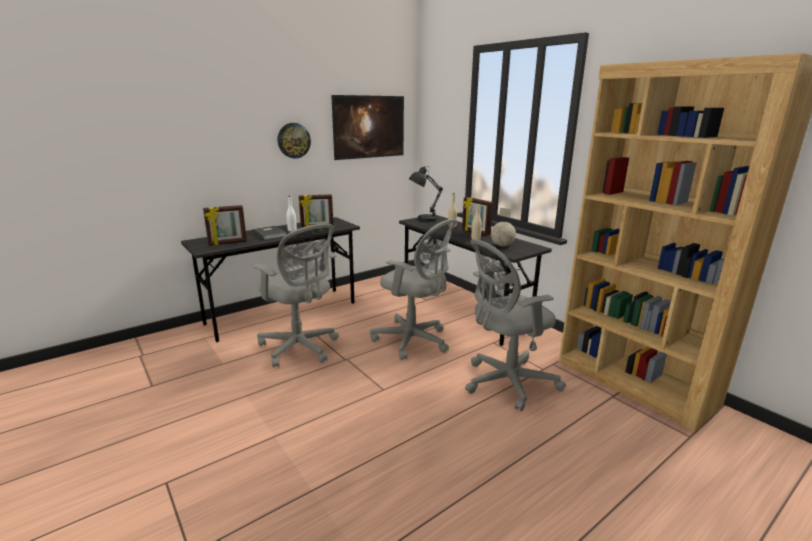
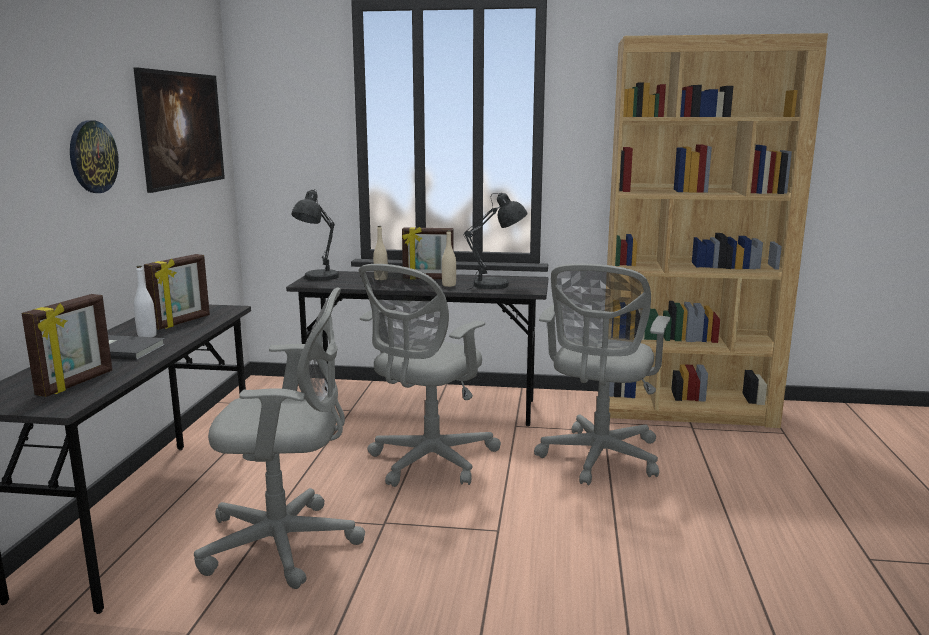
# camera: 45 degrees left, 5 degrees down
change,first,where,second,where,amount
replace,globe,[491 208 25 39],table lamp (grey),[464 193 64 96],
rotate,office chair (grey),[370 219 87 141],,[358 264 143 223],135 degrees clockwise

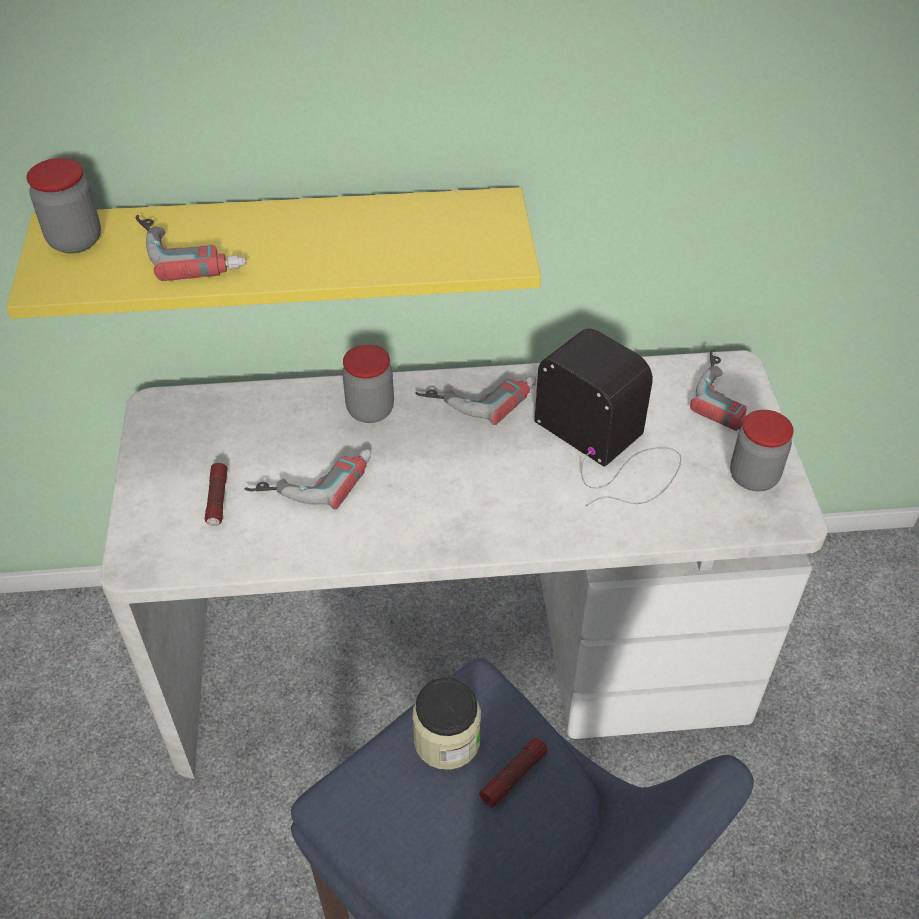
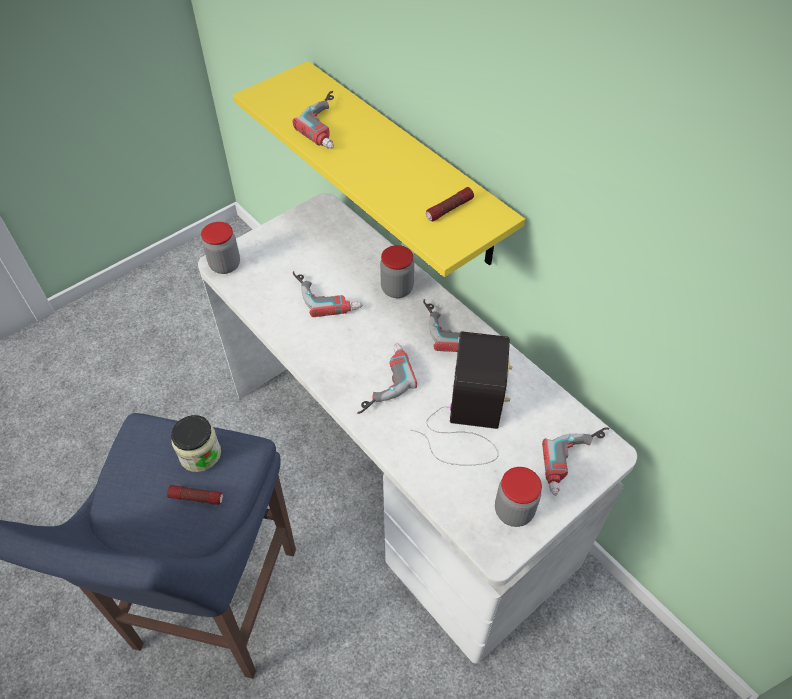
# camera: 55 degrees right, 5 degrees up
change,first,where,second,where,amount
move,jar,[26 158 75 95],,[201 222 39 52],
move,flashlight,[205 463 22 63],,[426 187 48 34],
insert,,,power drill,[357 343 60 71],

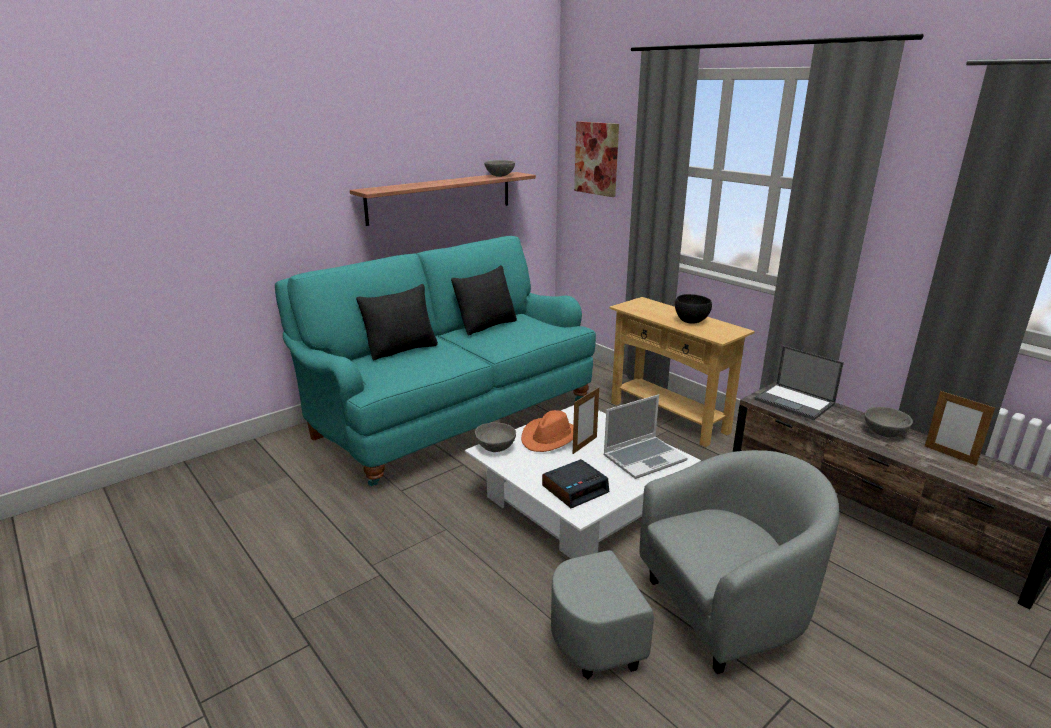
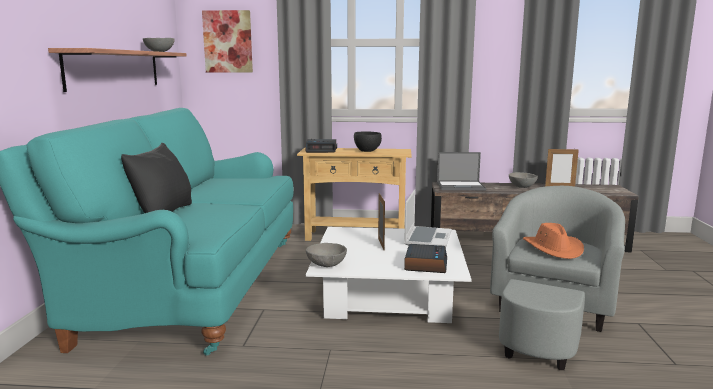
# camera: 45 degrees left, 10 degrees down
change,first,where,second,where,amount
delete,pillow (black),[451 265 66 70],,,
move,hat (orange),[521 410 52 42],,[523 223 61 36],
insert,,,alarm clock,[306 139 31 14],

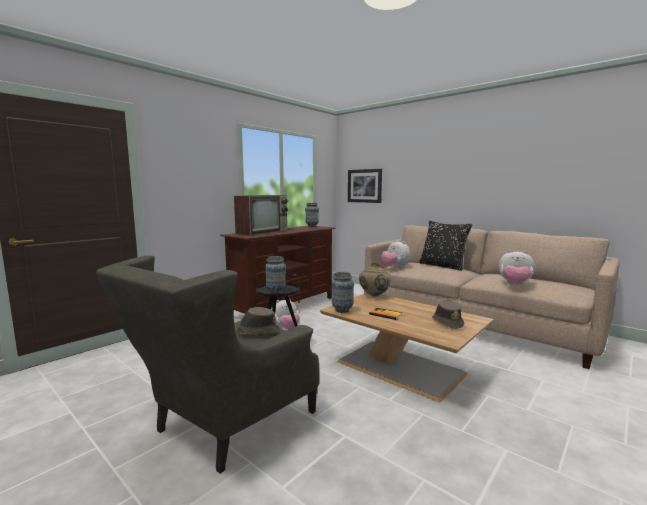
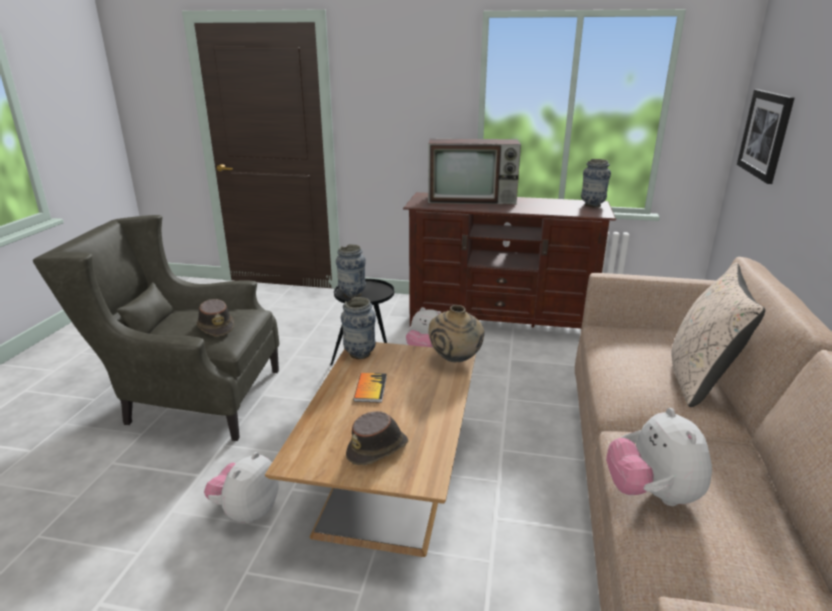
# camera: 60 degrees right, 15 degrees up
change,first,where,second,where,amount
recolor,pillow (black),[419 221 53 50],pillow (beige),[671 262 94 145],
move,plush toy,[381 240 29 29],,[204 452 75 71],

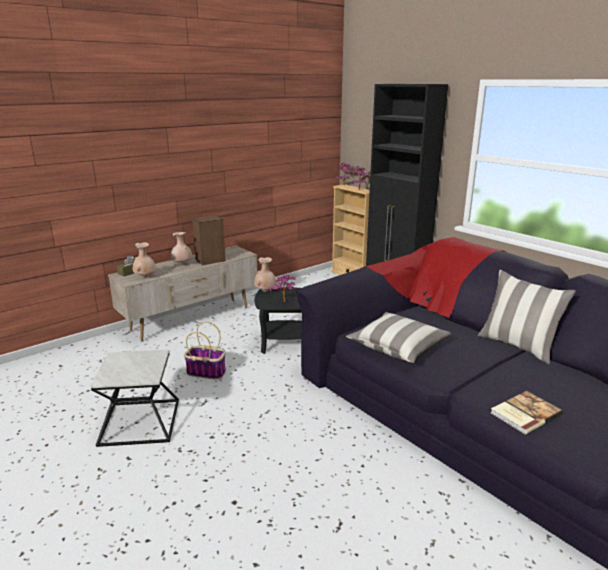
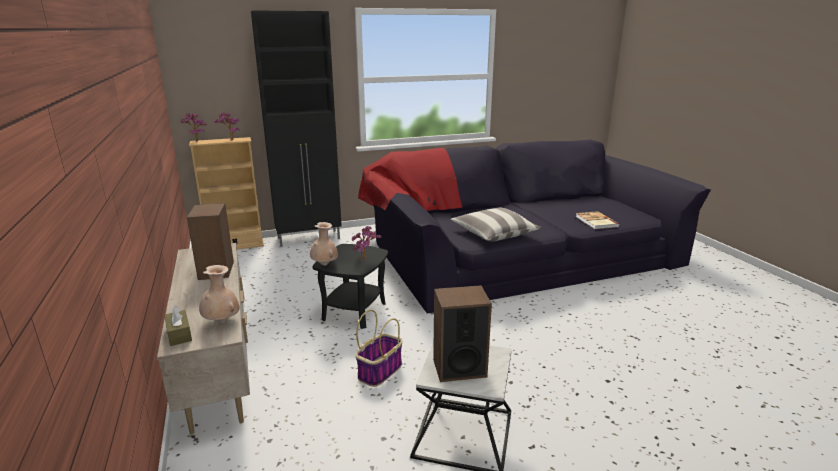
# camera: 70 degrees left, 0 degrees up
change,first,where,second,where,amount
delete,vase (beige),[171 232 21 33],,,
delete,pillow,[478 270 98 95],,,
insert,,,speaker,[433 285 59 97],

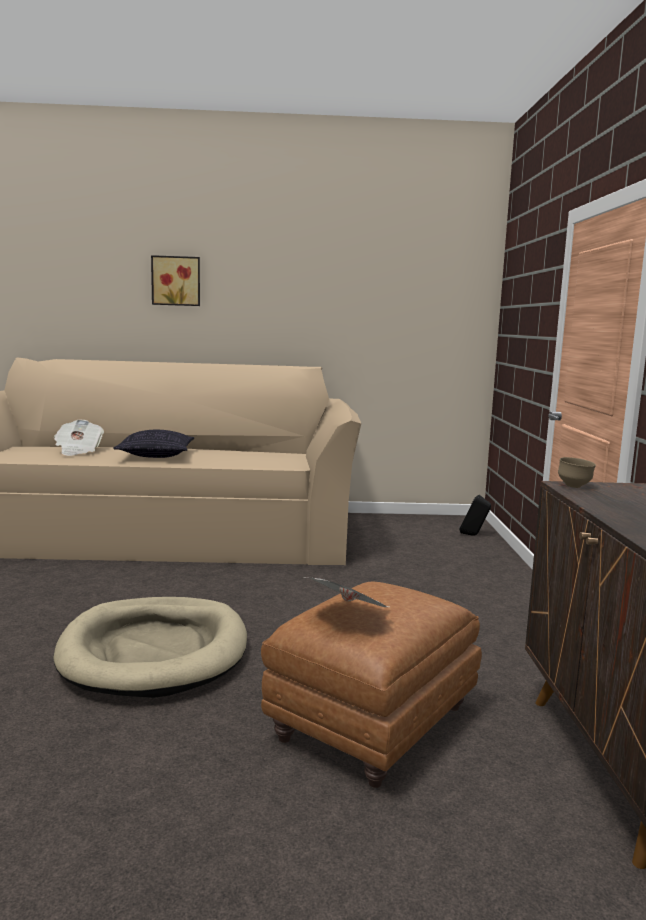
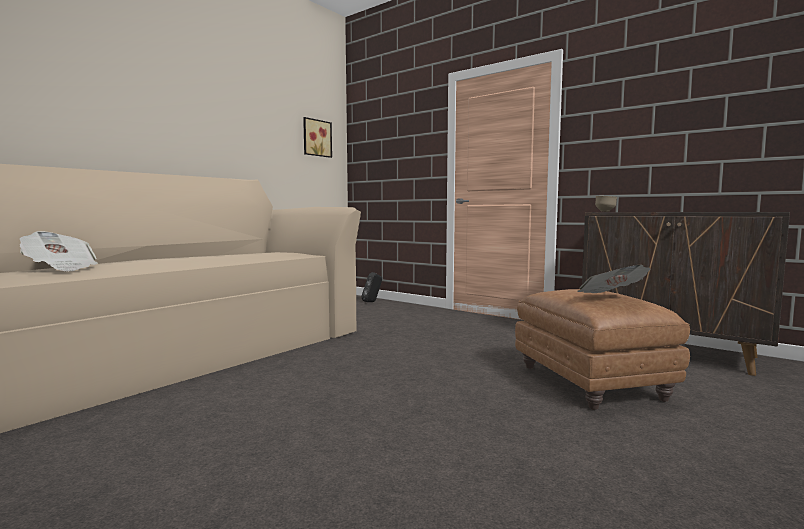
# camera: 50 degrees left, 5 degrees down
change,first,where,second,where,amount
move,picture,[151 255 49 51],,[303 117 29 41],
delete,pillow,[113 430 81 28],,,
delete,dog bed (beige),[53 597 194 101],,,

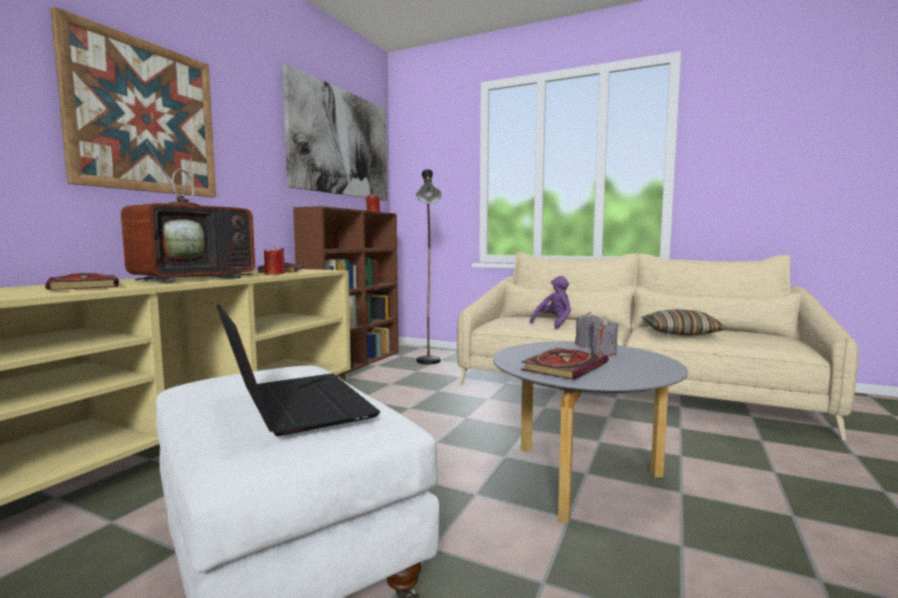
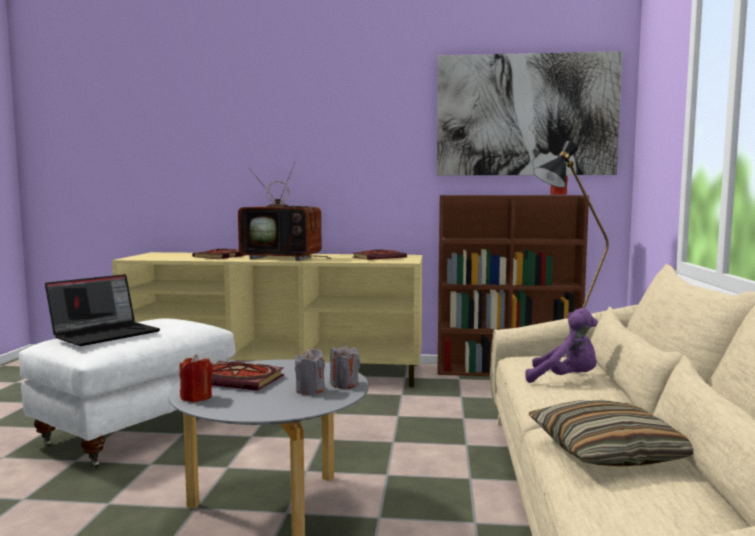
# camera: 70 degrees right, 0 degrees up
change,first,where,second,where,amount
delete,picture,[51 6 165 191],,,
move,candle (red),[264 245 21 29],,[180 354 33 48],

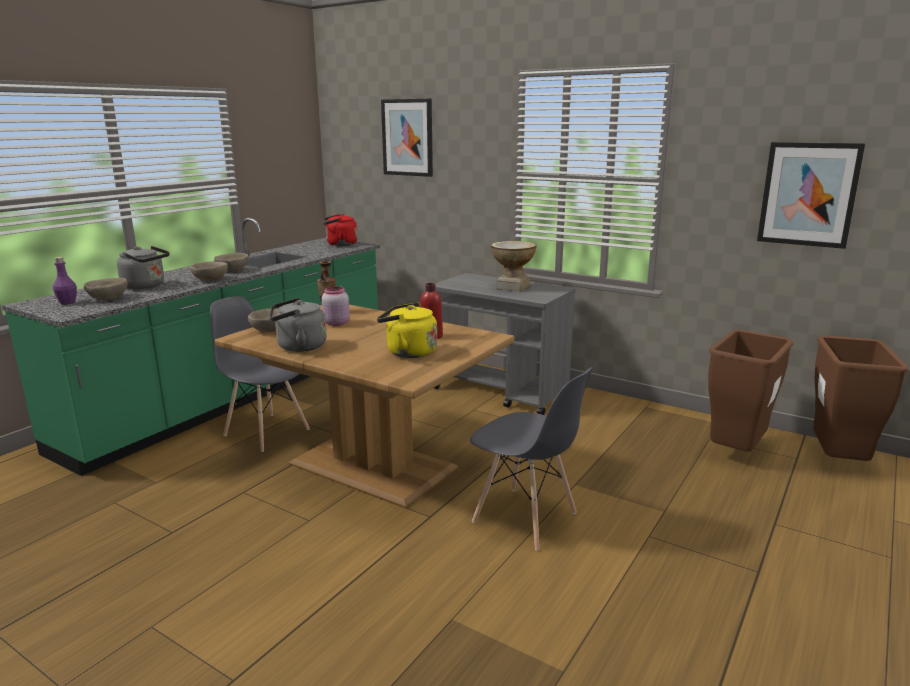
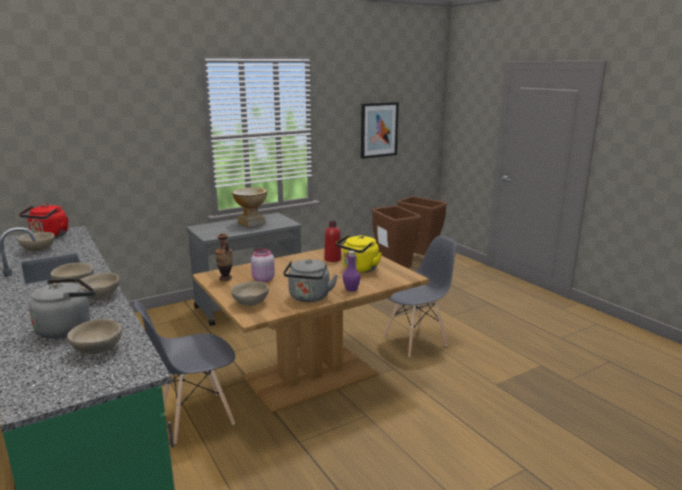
# camera: 65 degrees left, 0 degrees up
change,first,where,second,where,amount
delete,picture,[381 98 52 79],,,
move,bottle (purple),[53 257 24 48],,[343 251 17 41],
insert,,,bowl (beige),[18 232 37 19],

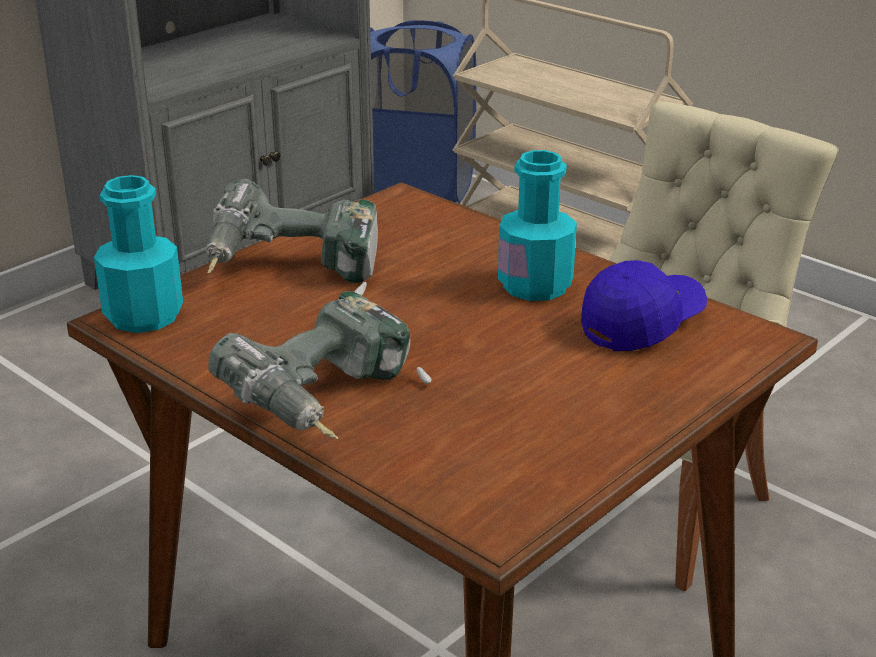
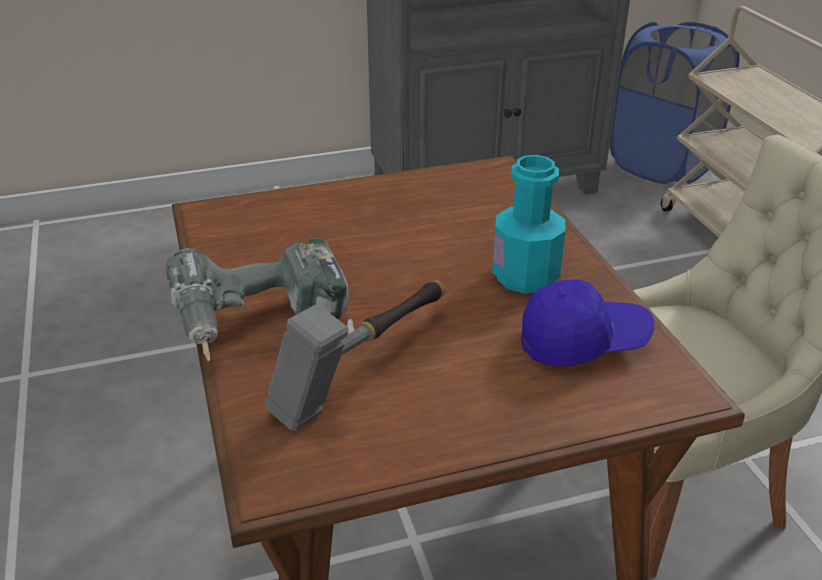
# camera: 30 degrees right, 5 degrees up
change,first,where,second,where,amount
delete,bottle (turquoise),[94 175 89 158],,,
delete,power drill,[206 179 172 117],,,
insert,,,hammer,[264 280 182 151],

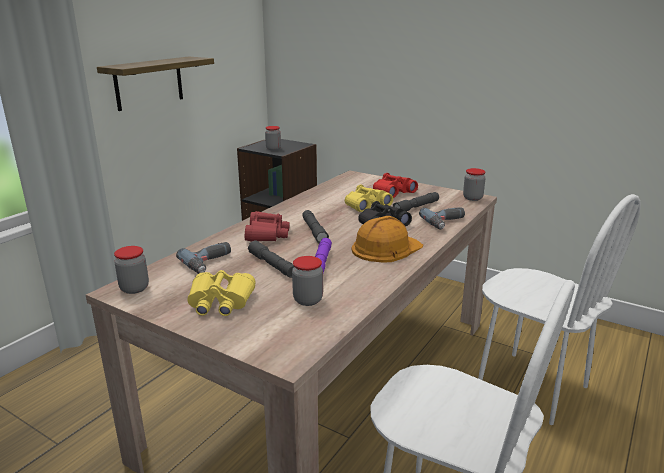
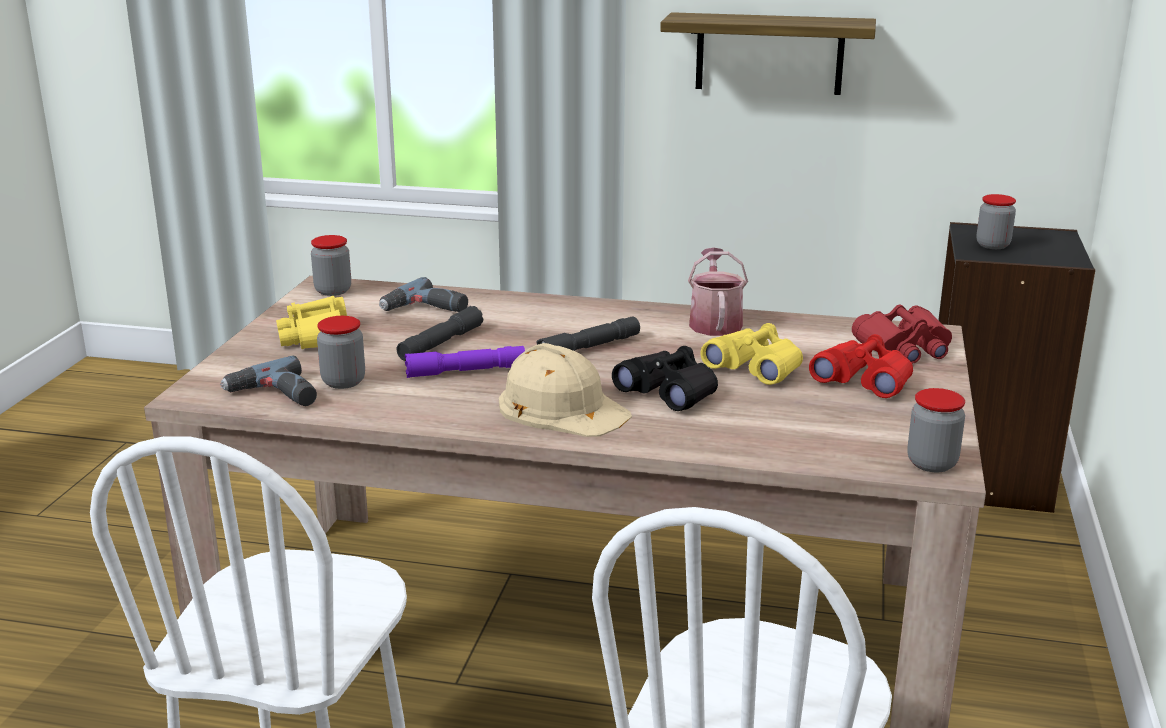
# camera: 70 degrees right, 0 degrees up
change,first,where,second,where,amount
delete,flashlight (grey),[393 192 46 19],,,
move,power drill,[419 207 46 22],,[220 356 97 50],
move,binoculars (red),[245 211 45 31],,[852 304 100 60],
recolor,hard hat (orange),[352 216 71 47],hard hat (beige),[499 343 133 94],
insert,,,watering can,[688 247 60 89],

